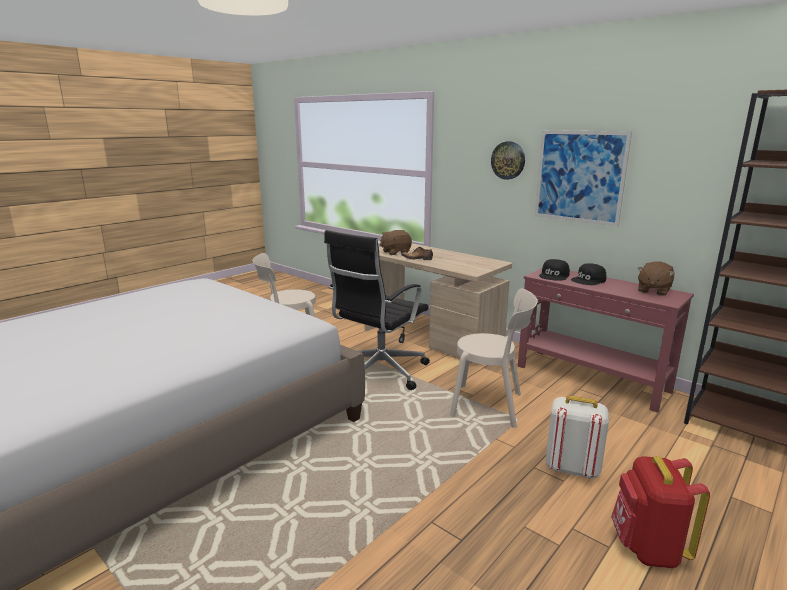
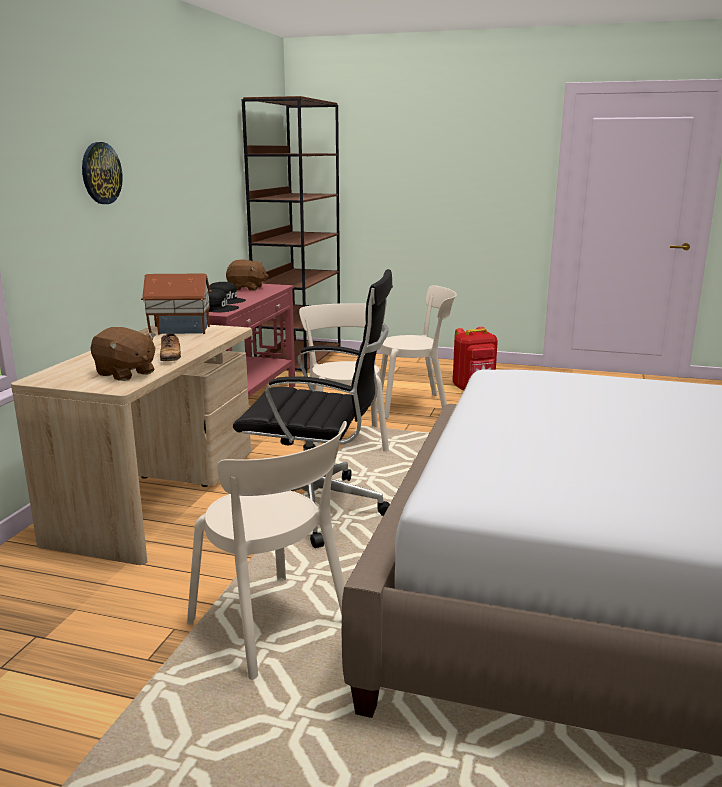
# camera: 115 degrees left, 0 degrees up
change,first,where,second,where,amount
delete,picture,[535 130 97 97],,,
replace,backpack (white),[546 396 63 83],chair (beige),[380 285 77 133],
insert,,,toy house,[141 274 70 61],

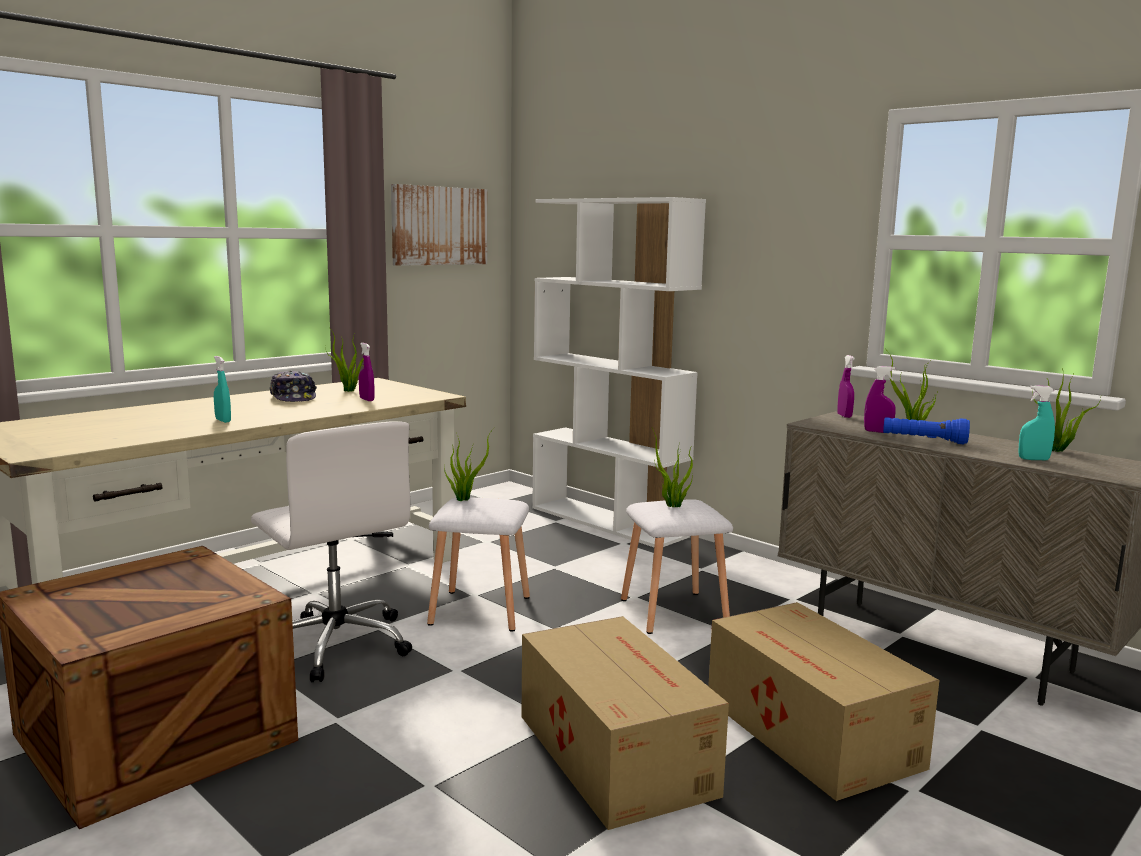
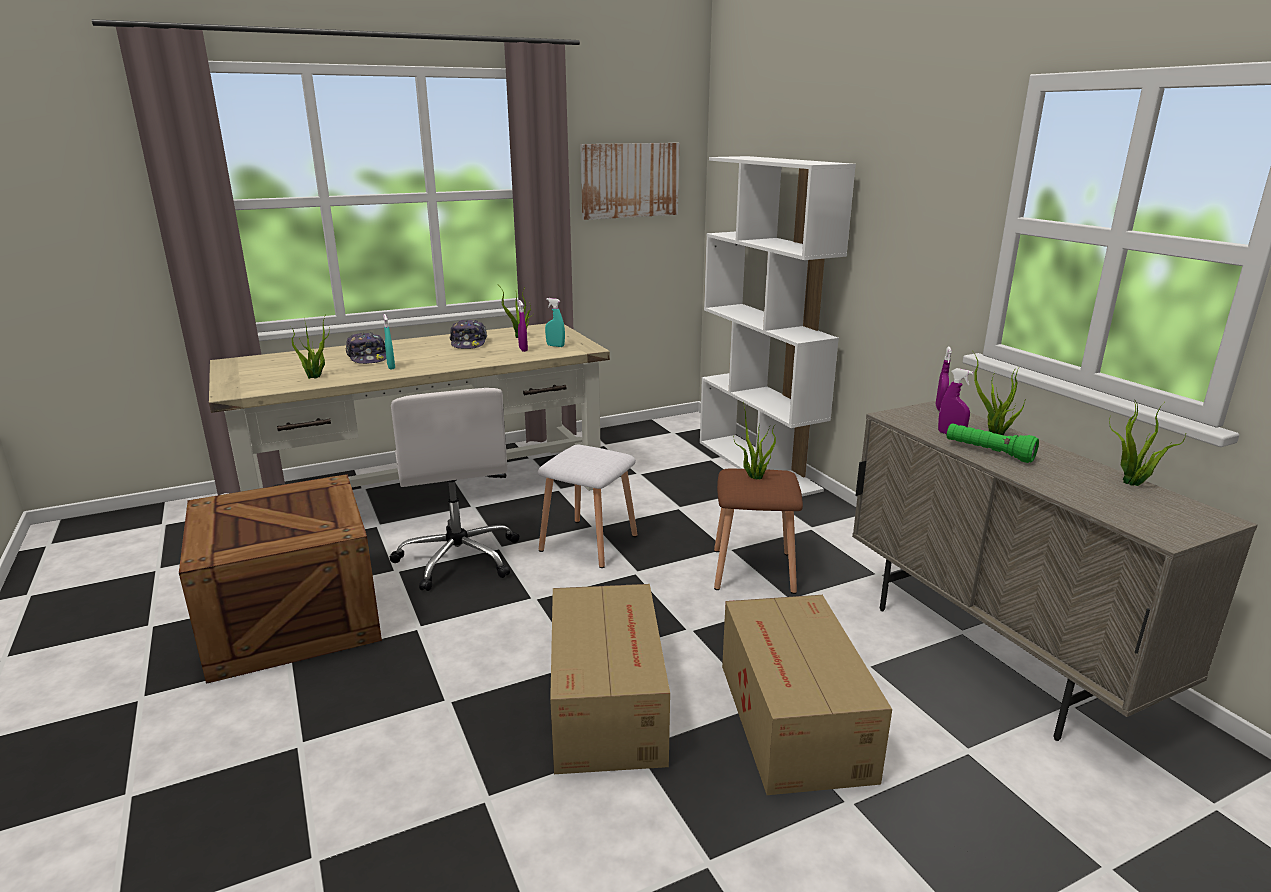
# camera: 20 degrees right, 10 degrees up
change,first,where,second,where,amount
move,spray bottle (turquoise),[1018 385 37 75],,[545 298 20 49],
recolor,flashlight (blue),[883 417 87 27],flashlight (green),[947 423 92 40],
move,potted plant,[444 427 51 74],,[291 314 39 65],
recolor,stool (white),[621 499 112 135],stool (brown),[714 469 89 125],
insert,,,cap,[346 333 40 31],

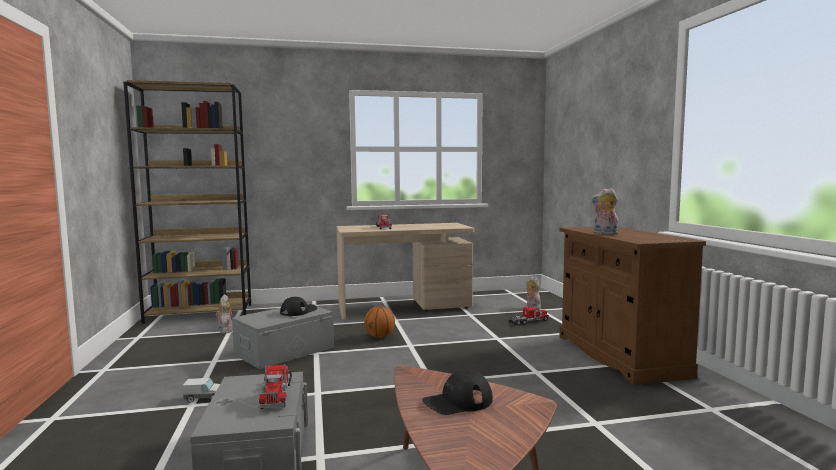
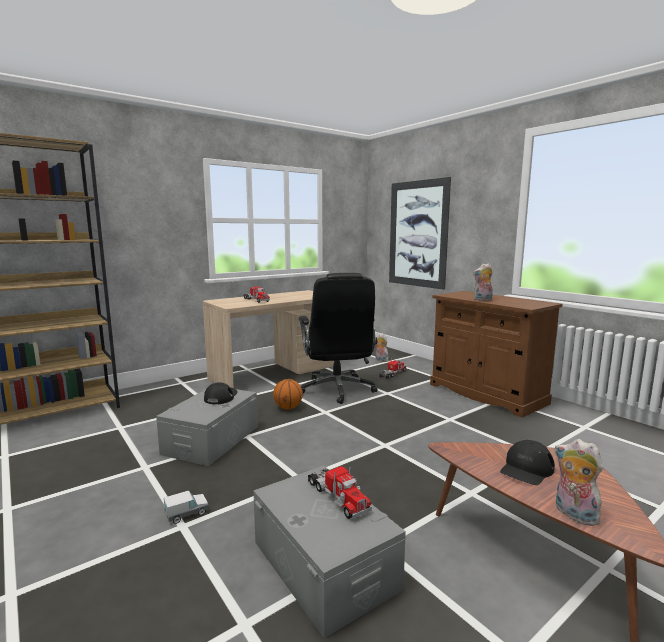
# camera: 25 degrees left, 5 degrees up
change,first,where,second,where,amount
move,plush toy,[216 294 17 39],,[554 439 49 87],
insert,,,picture,[389 177 62 113],
insert,,,office chair (black),[299 273 79 131],

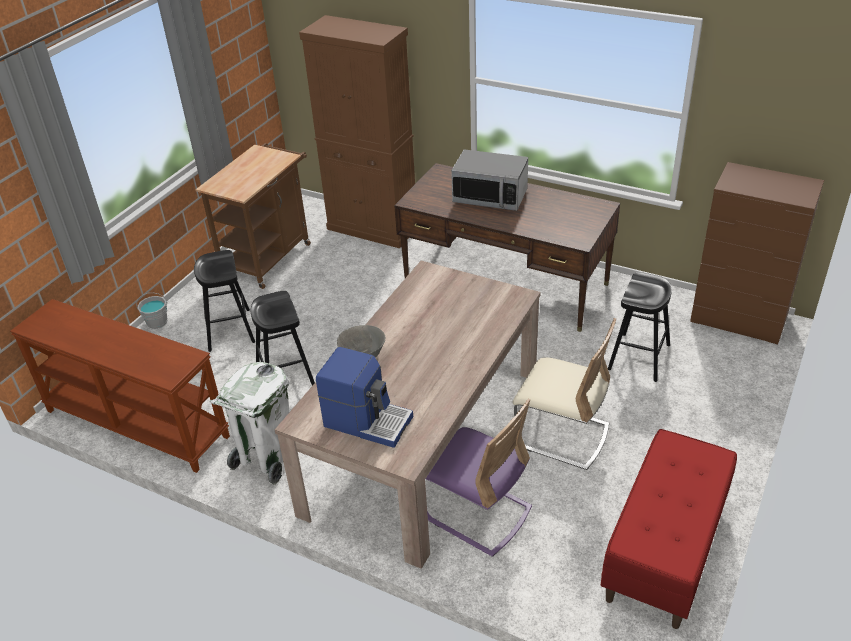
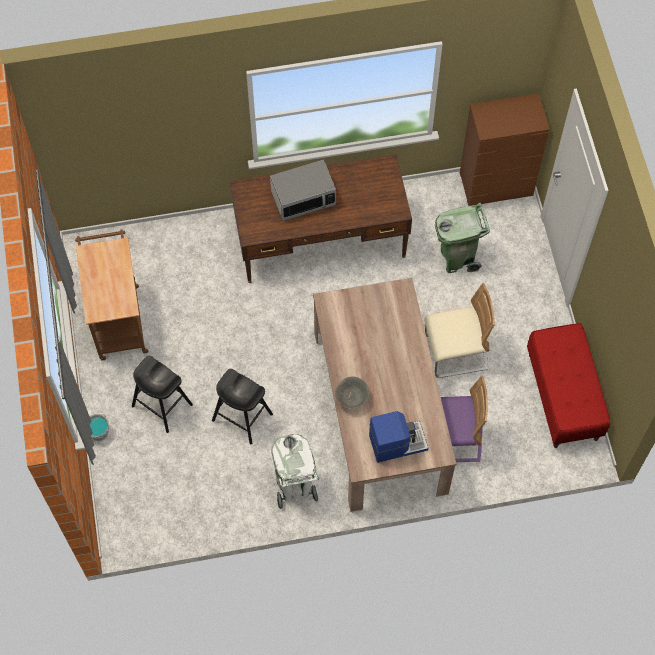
# camera: 40 degrees left, 25 degrees up
change,first,where,second,where,amount
delete,cabinet (brown),[299 15 116 233],,,
replace,stool (black),[608 272 64 110],trash can (green),[435 202 55 71],
delete,console table (brown),[10 299 220 174],,,

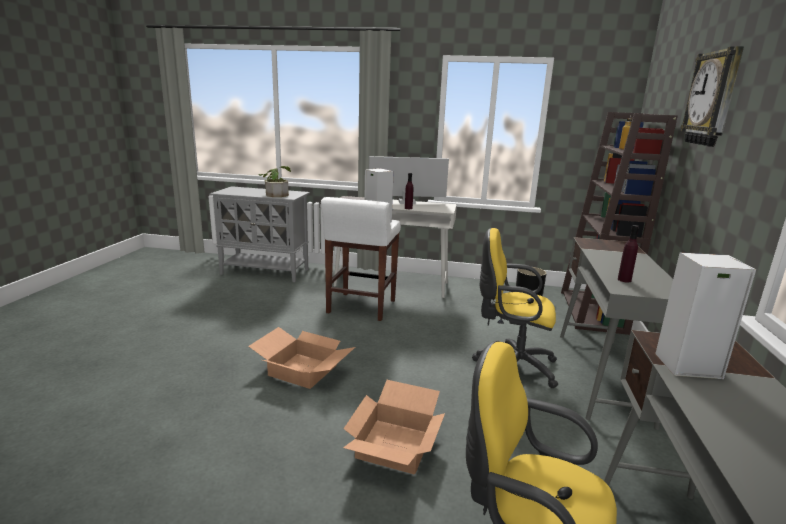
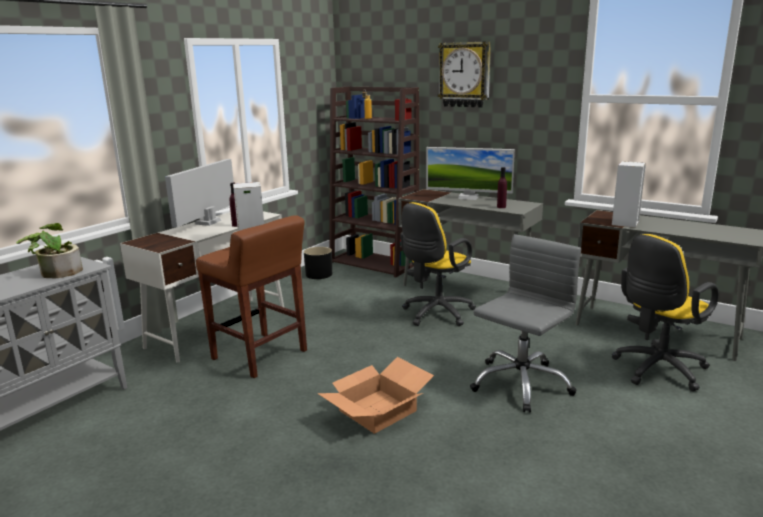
# camera: 65 degrees left, 0 degrees up
change,first,where,second,where,amount
recolor,stool (white),[321 197 80 124],stool (brown),[196 215 111 163],
replace,cardboard box,[343 380 102 95],office chair (grey),[470 234 111 179],
insert,,,monitor,[426 147 89 53],

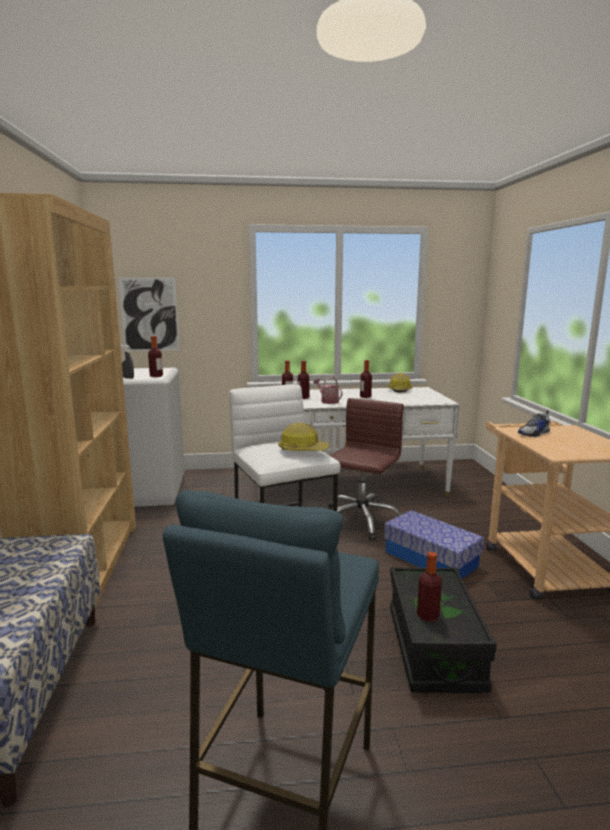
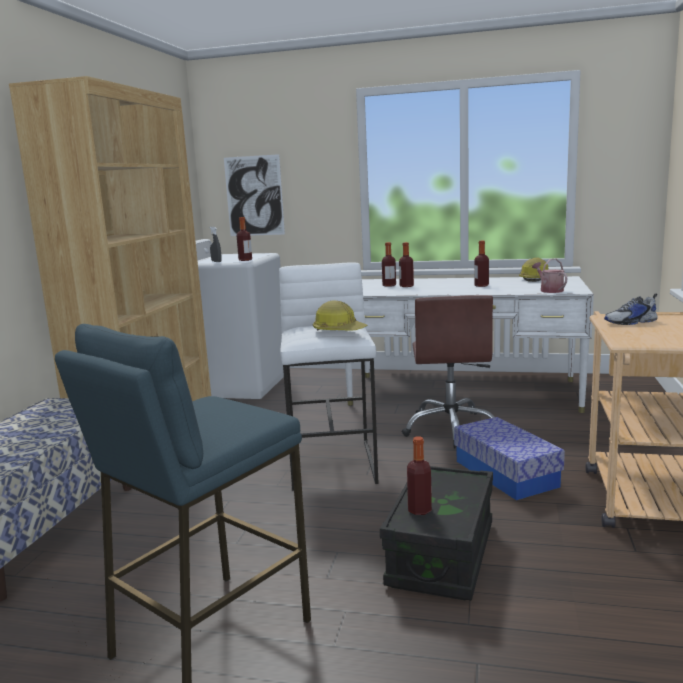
# camera: 20 degrees right, 0 degrees up
change,first,where,second,where,amount
move,watering can,[313 376 30 28],,[532 259 36 34],
rotate,office chair (brown),[329 398 75 142],,[402 295 92 153],135 degrees clockwise

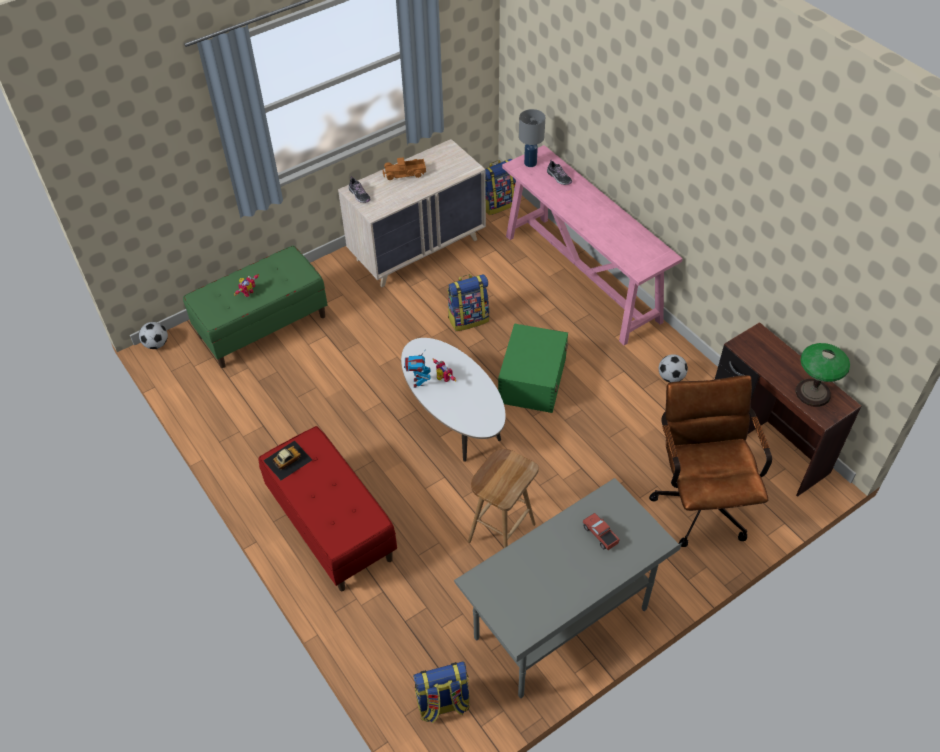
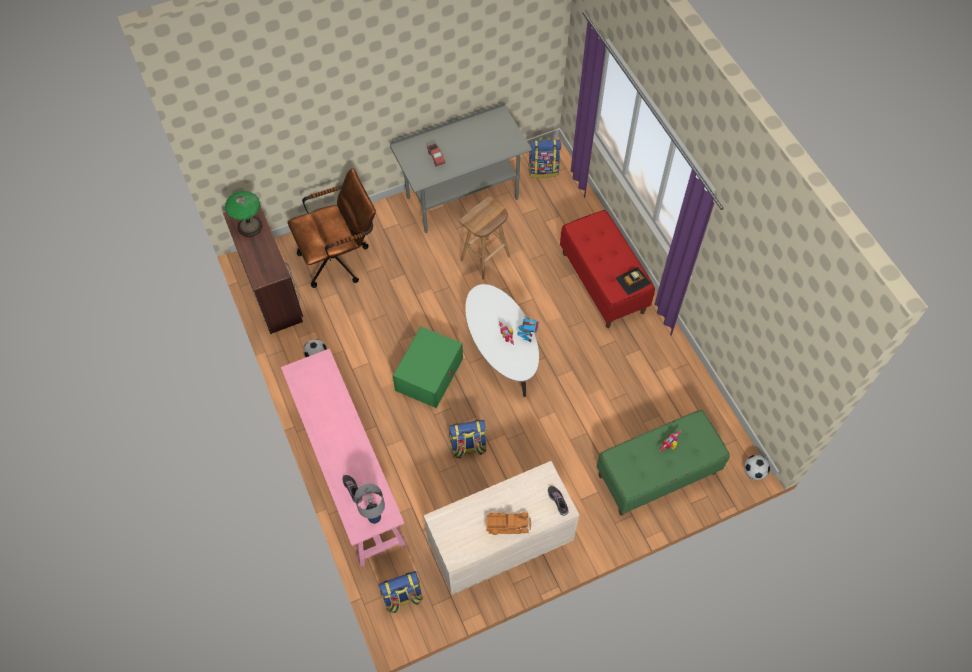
# camera: 170 degrees left, 10 degrees up
change,first,where,second,where,amount
rotate,office chair (brown),[649 375 123 172],,[288 168 88 120],120 degrees counterclockwise

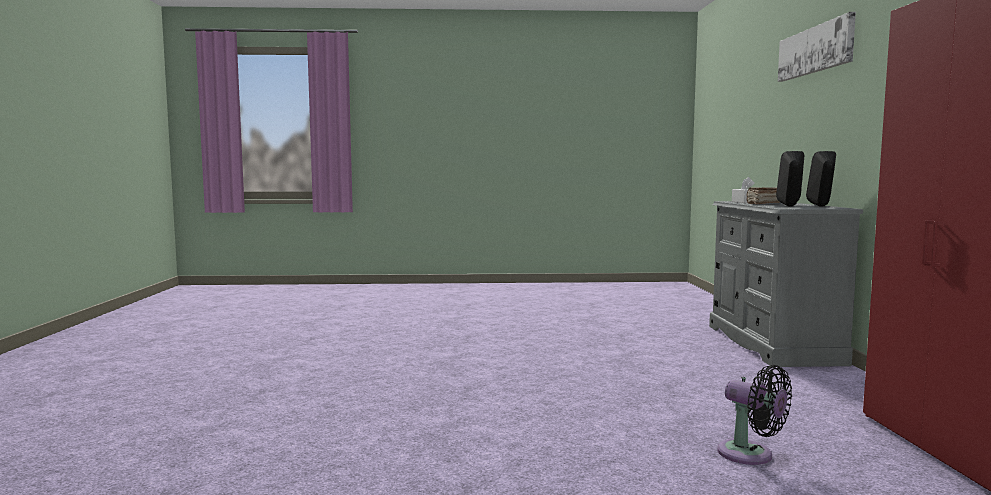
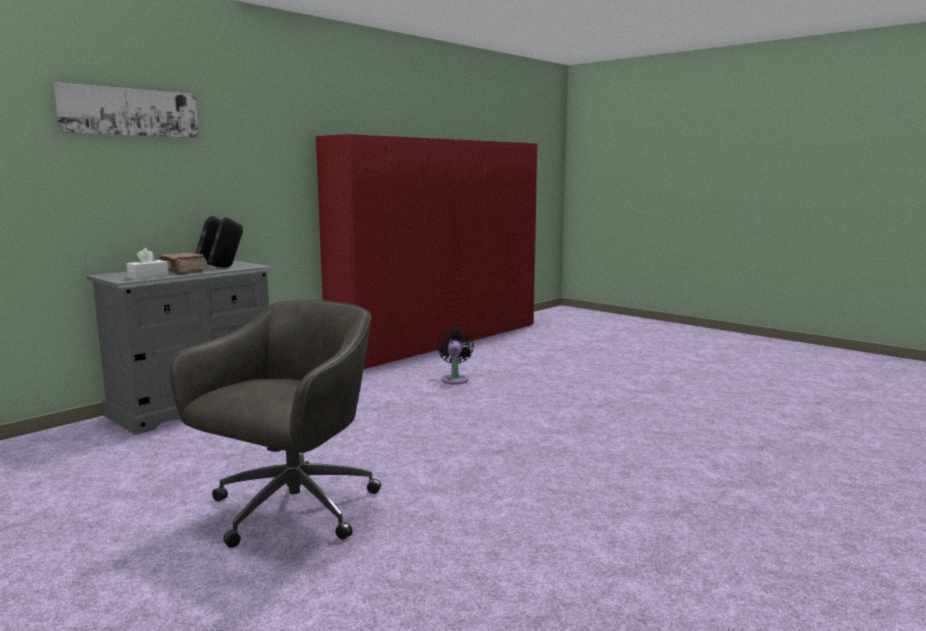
# camera: 135 degrees left, 5 degrees up
change,first,where,second,where,amount
insert,,,office chair (grey),[169 300 212 248],

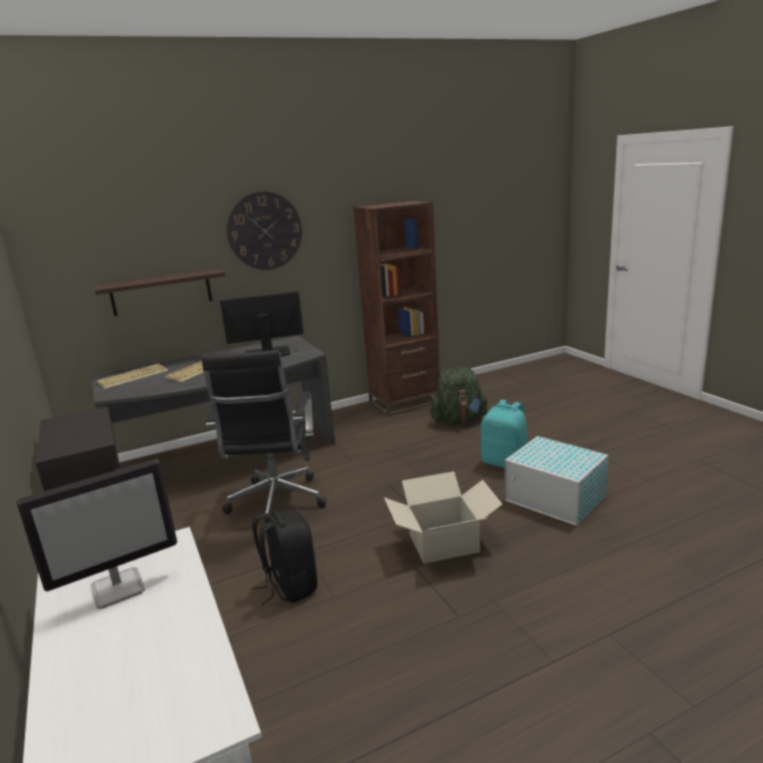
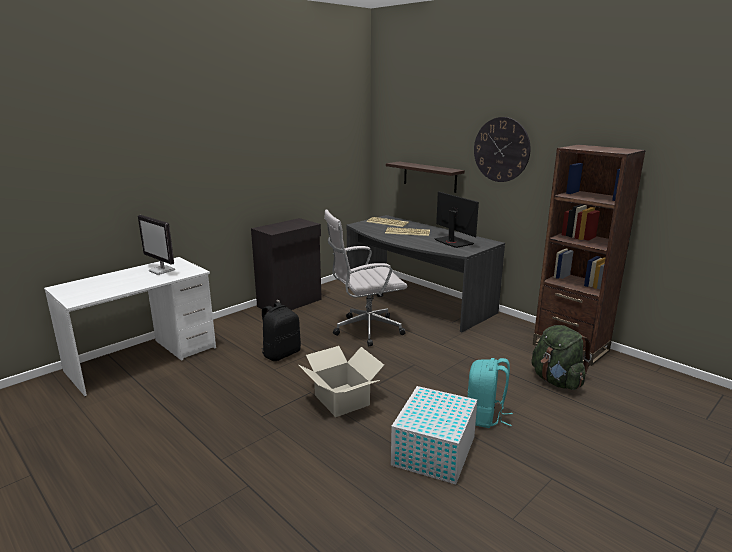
# camera: 70 degrees right, 0 degrees up
change,first,where,second,where,amount
recolor,office chair (black),[201 350 125 164],office chair (white),[324 209 83 137],

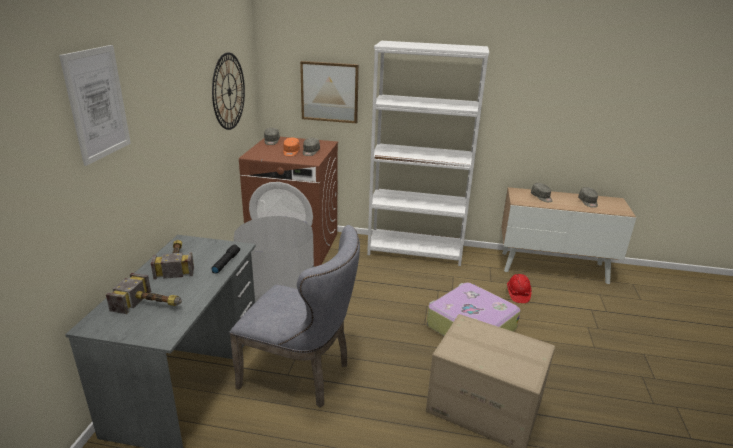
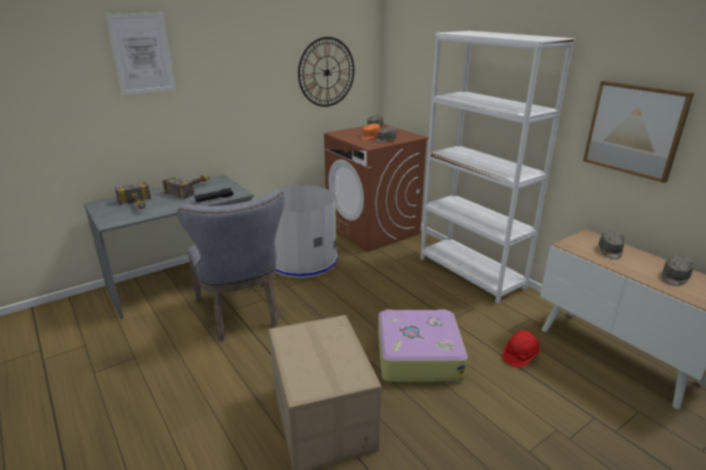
# camera: 45 degrees right, 0 degrees up
change,first,where,second,where,amount
move,picture,[300 61 59 62],,[583 81 111 102],

